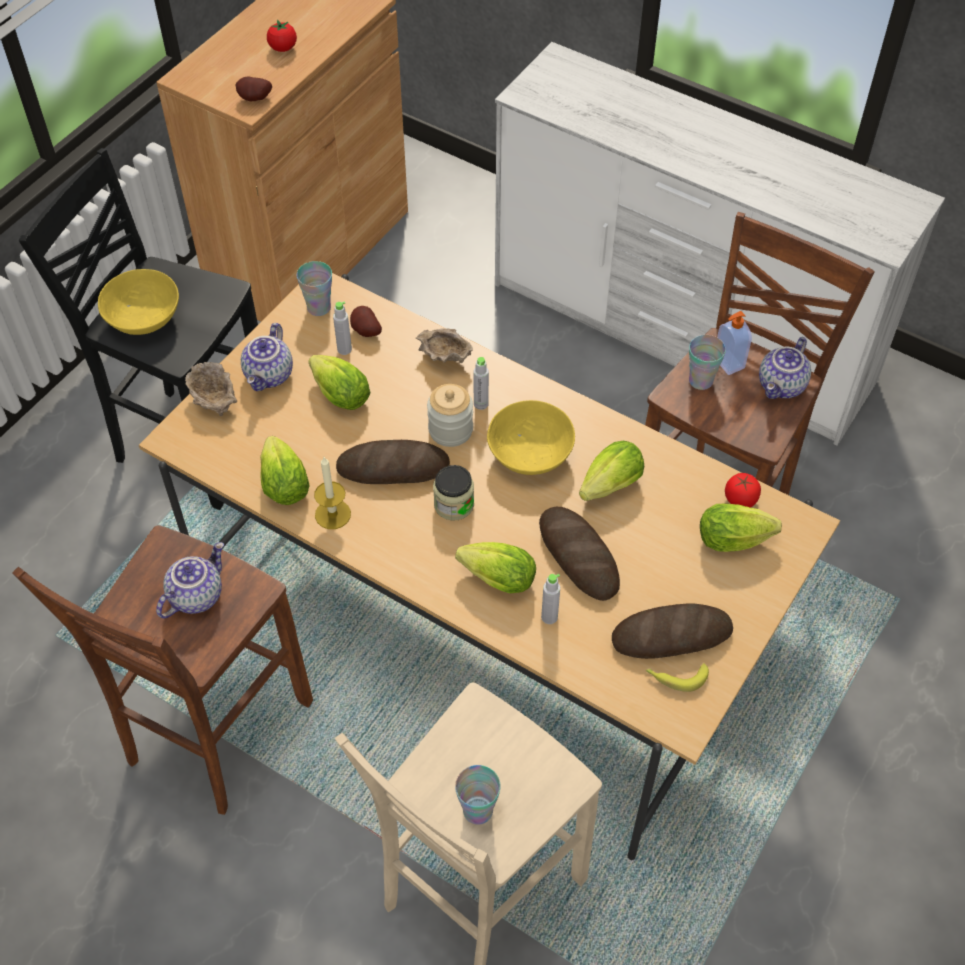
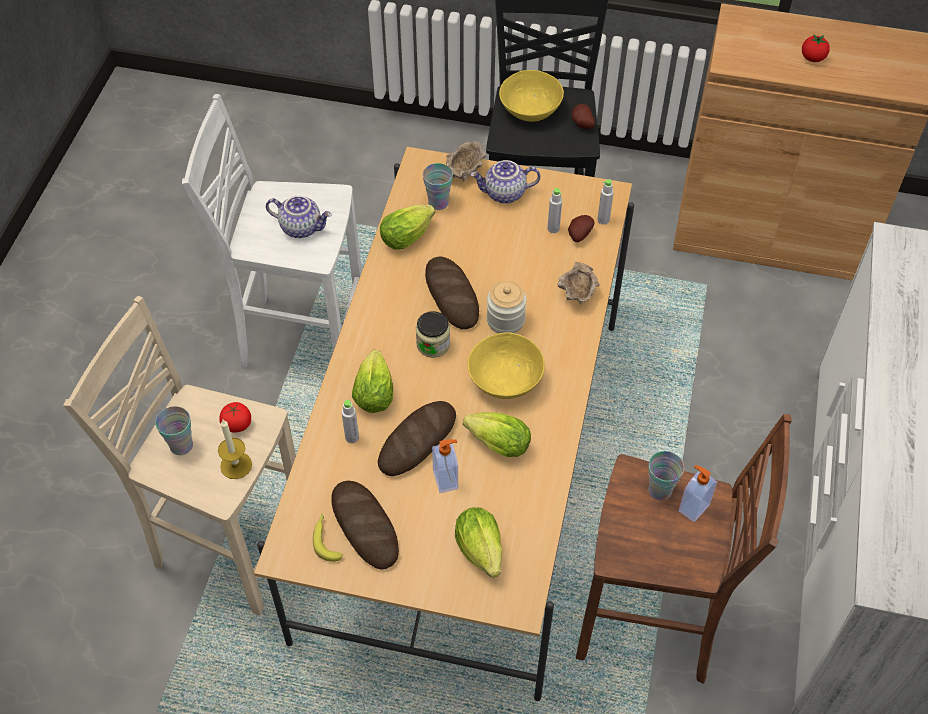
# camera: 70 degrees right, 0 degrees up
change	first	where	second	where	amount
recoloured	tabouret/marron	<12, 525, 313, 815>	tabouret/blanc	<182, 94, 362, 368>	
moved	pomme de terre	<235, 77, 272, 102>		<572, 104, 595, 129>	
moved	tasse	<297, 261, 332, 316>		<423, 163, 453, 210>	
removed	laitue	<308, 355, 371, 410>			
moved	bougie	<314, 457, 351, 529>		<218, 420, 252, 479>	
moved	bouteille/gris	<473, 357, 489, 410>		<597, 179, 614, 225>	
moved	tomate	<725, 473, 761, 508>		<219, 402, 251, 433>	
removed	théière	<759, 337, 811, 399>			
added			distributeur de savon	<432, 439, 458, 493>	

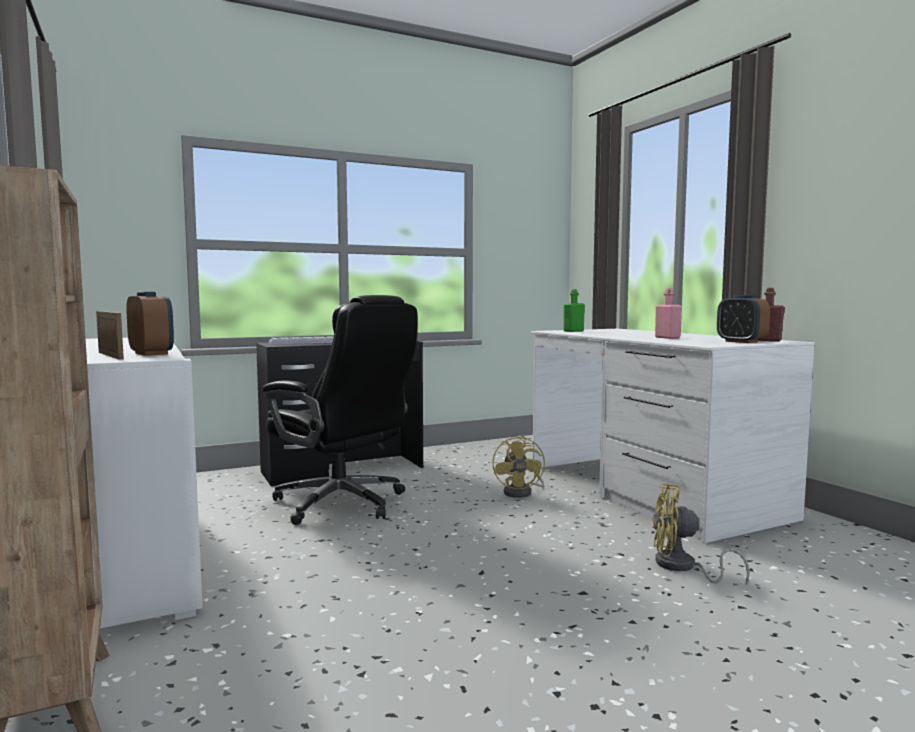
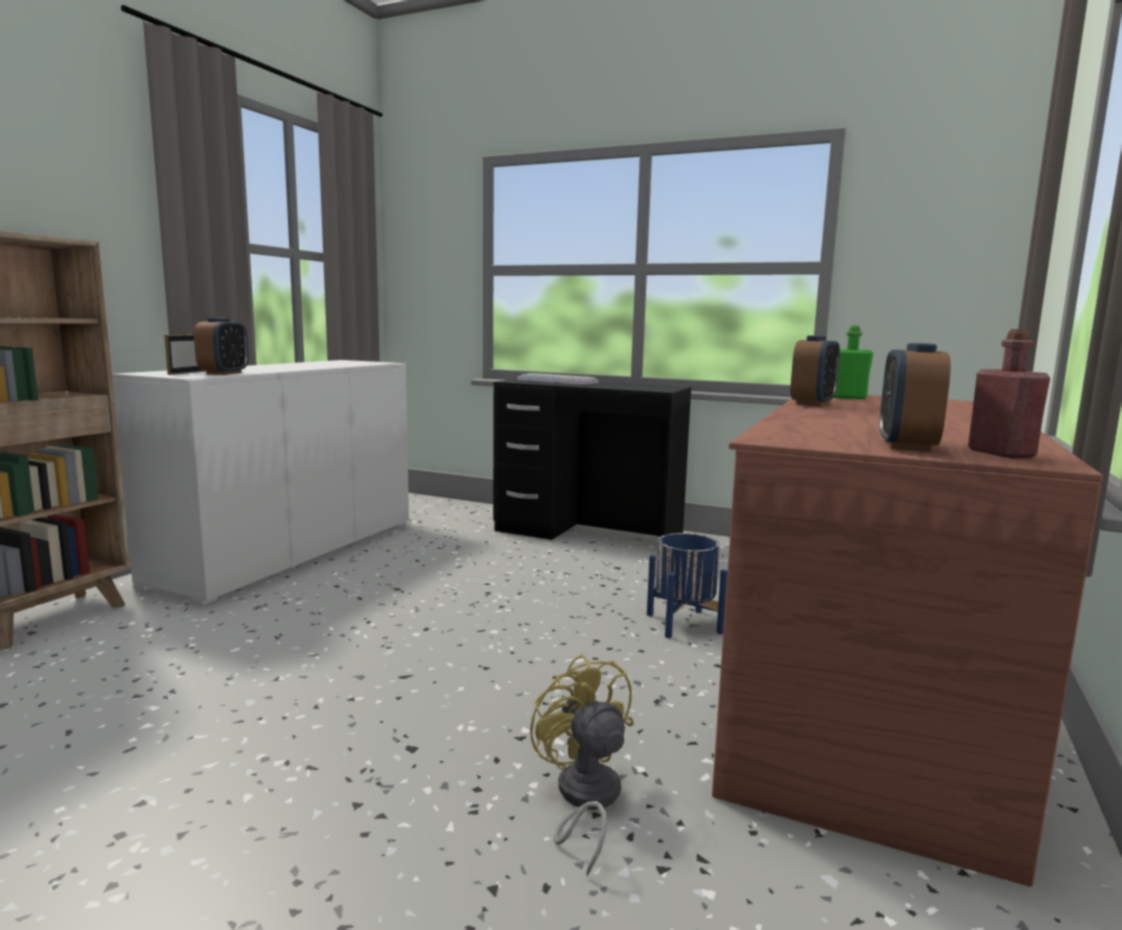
# camera: 50 degrees right, 5 degrees up
change	first	where	second	where	amount
removed	chaise de bureau/noir	<262, 295, 418, 525>			
replaced	ventilateur/jaune	<492, 435, 545, 498>	cache-pot/bleu	<647, 533, 728, 638>	
recoloured	bureau/blanc	<531, 329, 815, 544>	bureau/marron	<712, 395, 1103, 887>	
removed	bouteille/rose	<655, 288, 682, 339>			
added			réveil	<791, 335, 840, 406>	

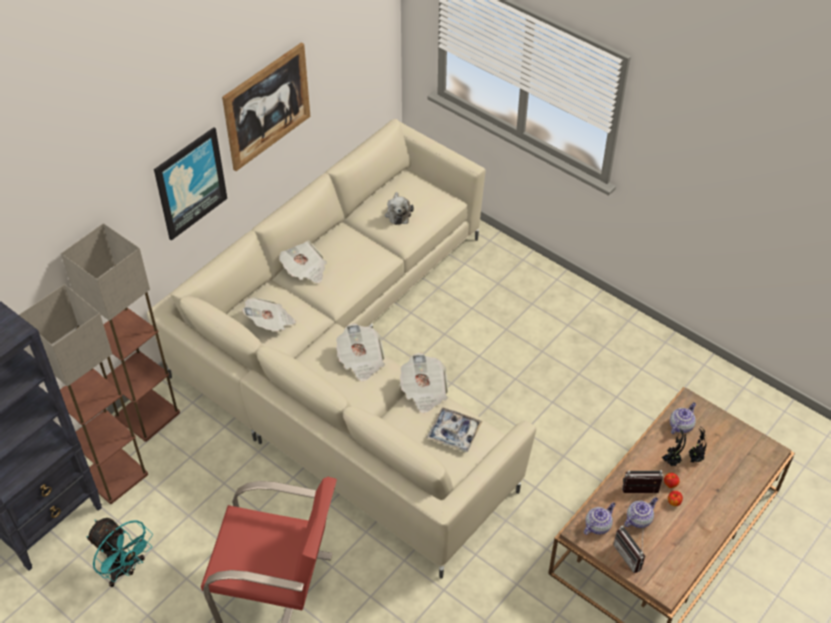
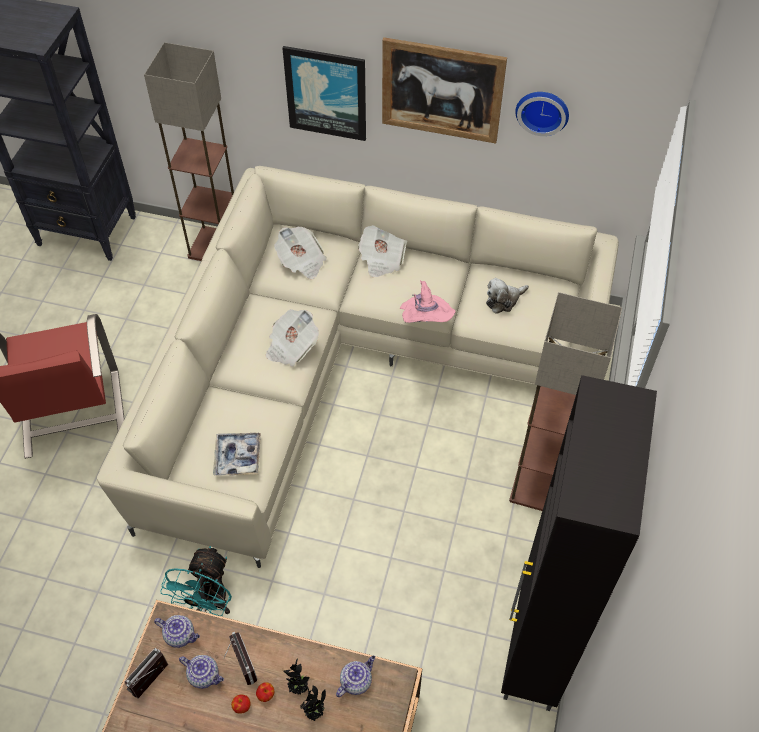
# camera: 65 degrees right, 5 degrees up
change	first	where	second	where	amount
moved	lampadaire	<19, 284, 148, 504>		<509, 292, 622, 511>	
moved	ventilateur/turquoise	<86, 518, 153, 587>		<160, 546, 232, 616>	
removed	journal	<400, 353, 448, 413>			
turned	théière	<670, 402, 696, 434>		<336, 655, 375, 697>	60 degrees counterclockwise
added			chapeau/rose	<400, 280, 456, 323>	
added			meuble de rangement/noir	<501, 375, 657, 711>	
added			horloge murale	<515, 92, 569, 136>	

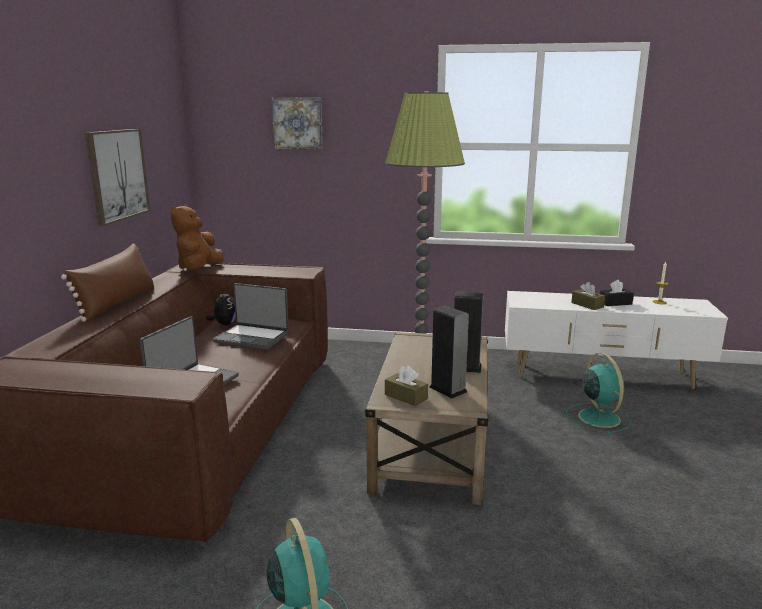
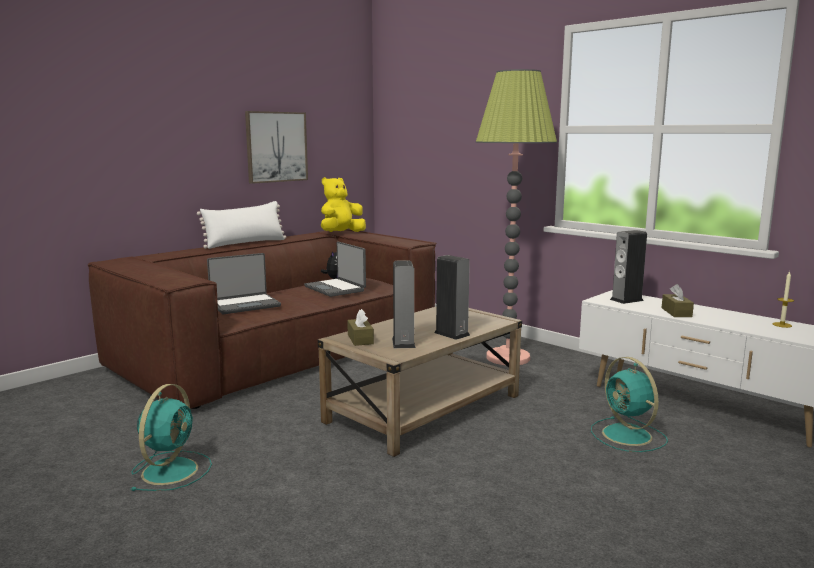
# camera: 35 degrees right, 5 degrees down
change	first	where	second	where	amount
recoloured	coussin/marron	<61, 243, 154, 322>	coussin/blanc	<197, 201, 286, 249>	
recoloured	peluche/marron	<171, 205, 224, 270>	peluche/jaune	<321, 177, 366, 232>	
removed	tableau	<271, 97, 323, 149>			
turned	ventilateur/turquoise	<566, 353, 631, 434>		<591, 357, 668, 452>	135 degrees clockwise
removed	boîte à mouchoirs/noir	<600, 280, 634, 306>			
added			enceinte	<610, 230, 647, 304>	

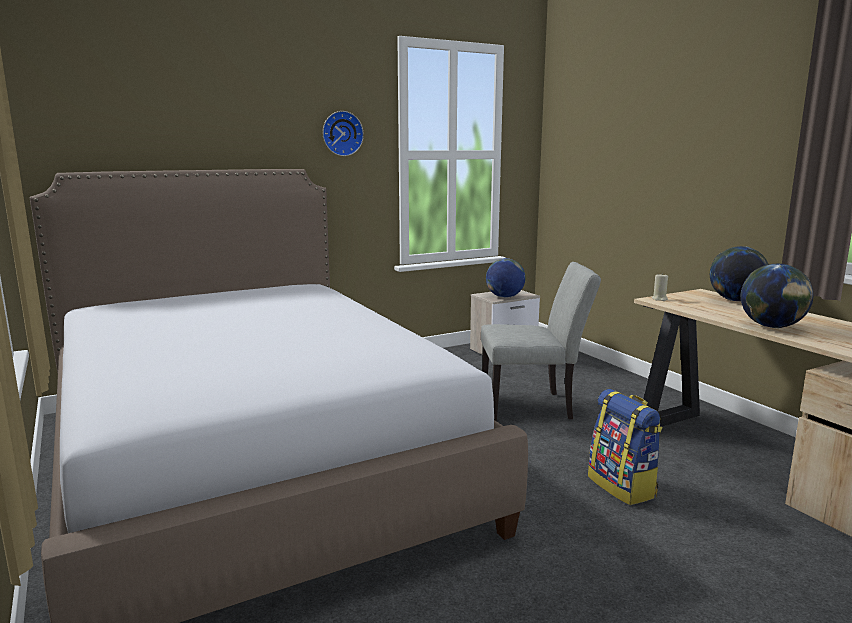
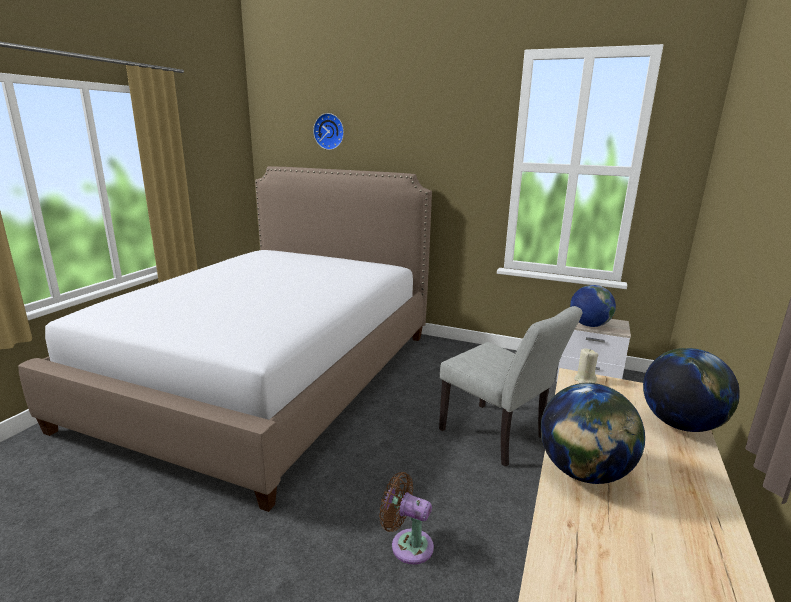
# camera: 50 degrees right, 5 degrees up
change	first	where	second	where	amount
moved	horloge murale	<323, 111, 364, 156>		<313, 113, 344, 150>	
replaced	sac à dos	<588, 389, 662, 505>	ventilateur/marron	<379, 472, 434, 565>	

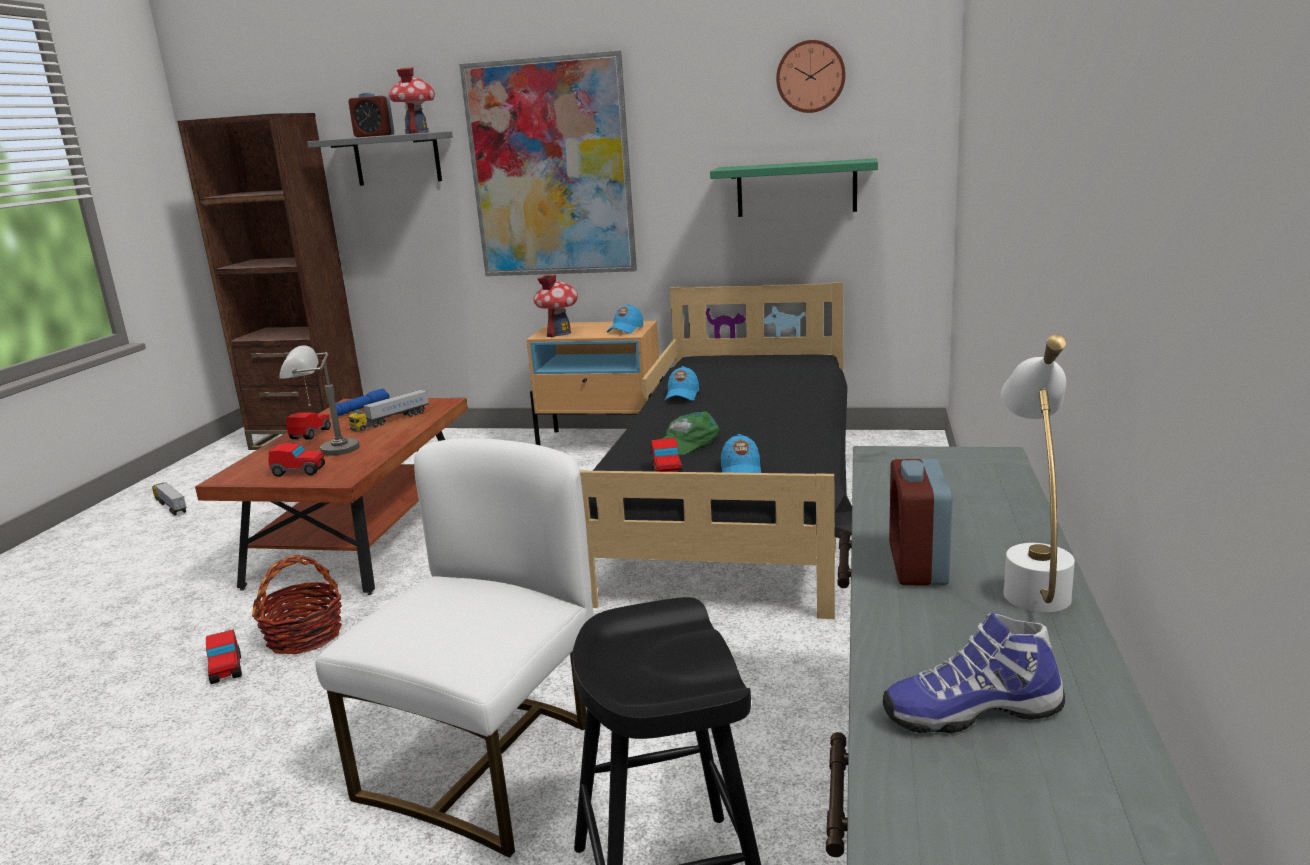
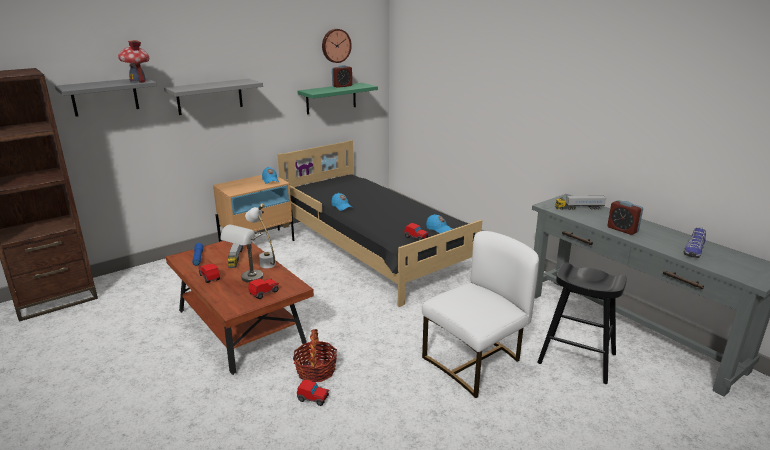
# camera: 50 degrees left, 5 degrees up
change	first	where	second	where	amount
moved	camion jouet	<152, 482, 187, 516>		<555, 196, 606, 210>	
turned	chaise/blanc	<315, 438, 593, 858>		<422, 231, 539, 398>	75 degrees clockwise
moved	réveil	<348, 92, 394, 137>		<332, 65, 352, 88>	
replaced	tableau	<459, 50, 637, 276>	étagère/gris	<164, 79, 263, 115>	
removed	maison miniature	<534, 274, 578, 337>			
removed	casquette/vert	<651, 411, 719, 456>			
moved	lampe de table/blanc	<1001, 334, 1075, 613>		<245, 204, 276, 268>	

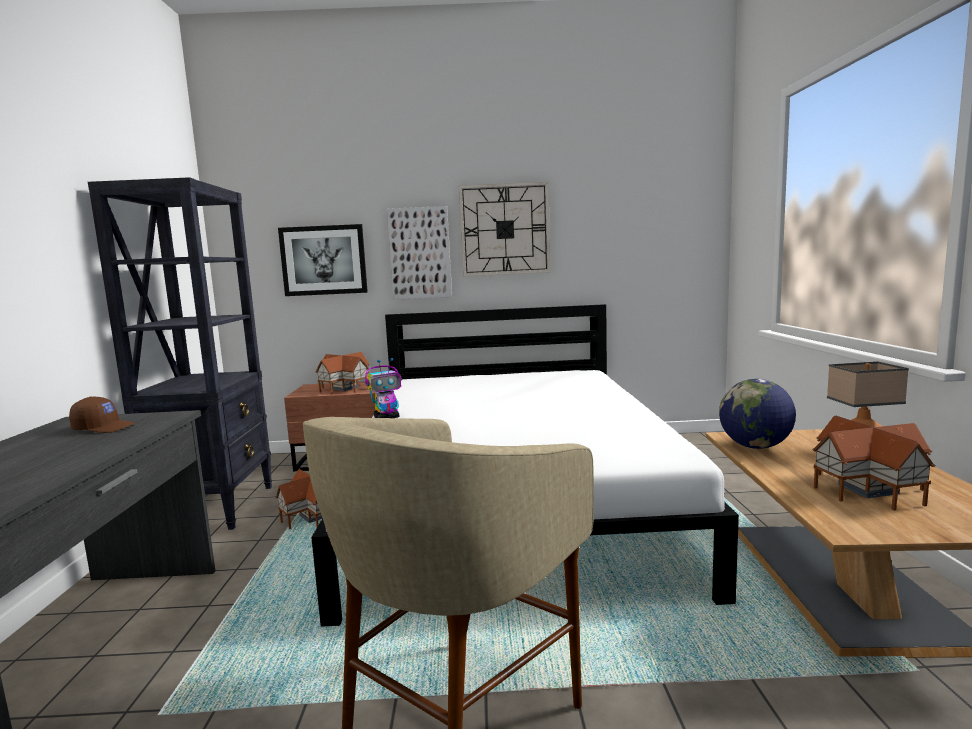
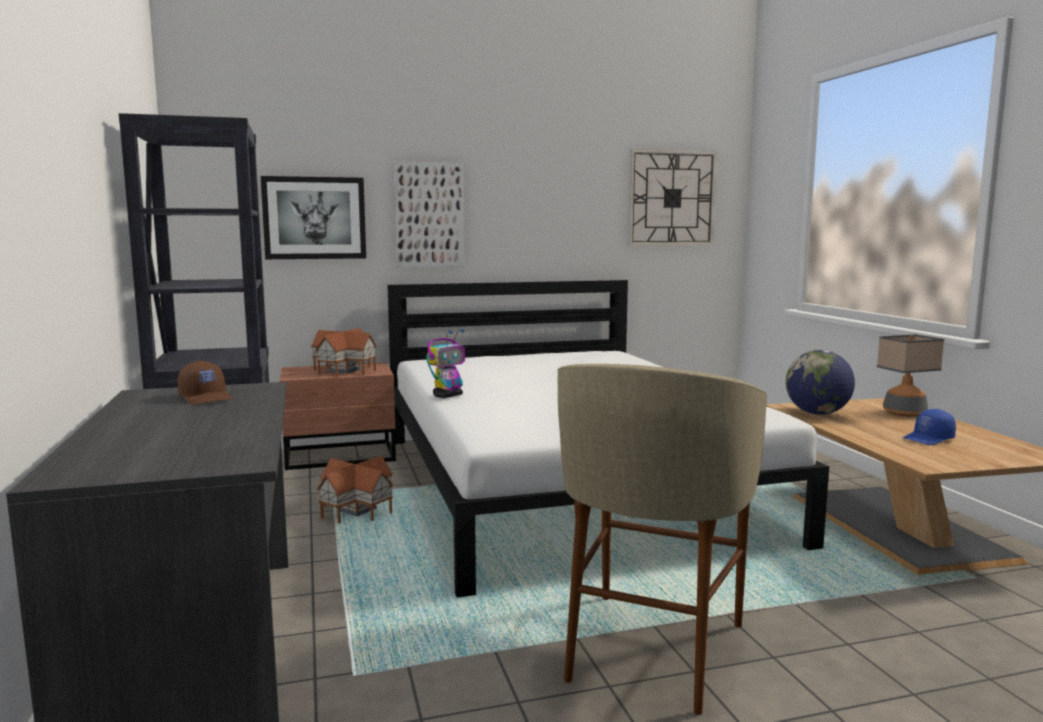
# camera: 15 degrees left, 0 degrees up
change	first	where	second	where	amount
turned	casquette/marron	<69, 397, 135, 433>		<178, 361, 232, 405>	60 degrees clockwise
moved	horloge murale	<459, 182, 551, 276>		<628, 149, 717, 246>	
replaced	maison miniature	<812, 415, 936, 511>	casquette/bleu	<903, 409, 956, 445>	

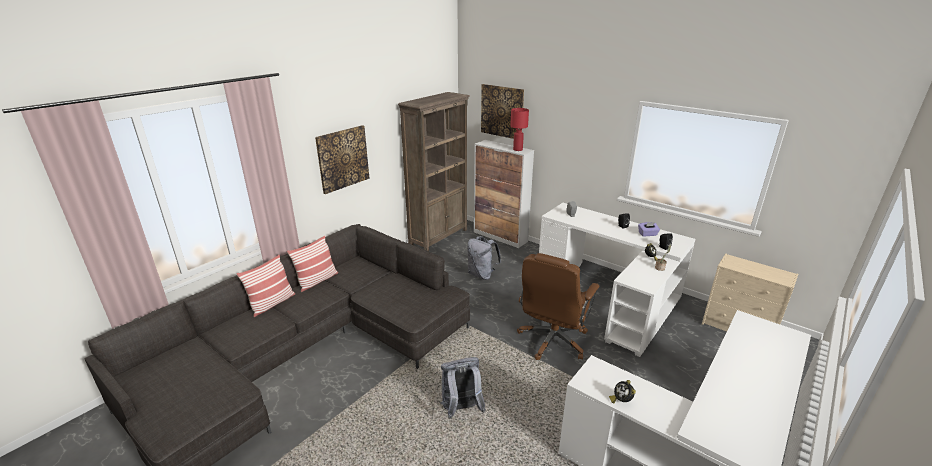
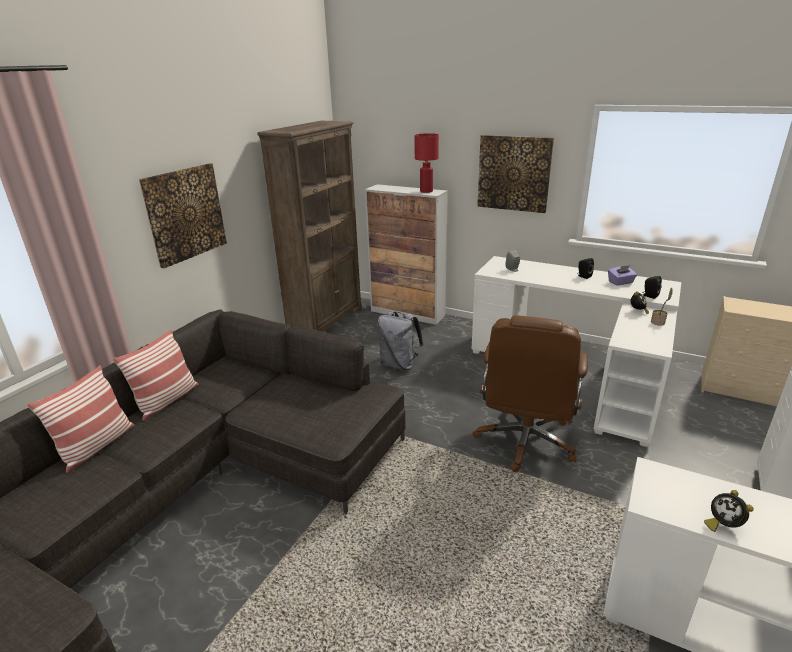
# camera: 10 degrees left, 0 degrees up
change	first	where	second	where	amount
removed	sac à dos/gris	<440, 357, 486, 419>			
moved	tableau	<481, 84, 524, 139>		<477, 135, 554, 213>	

